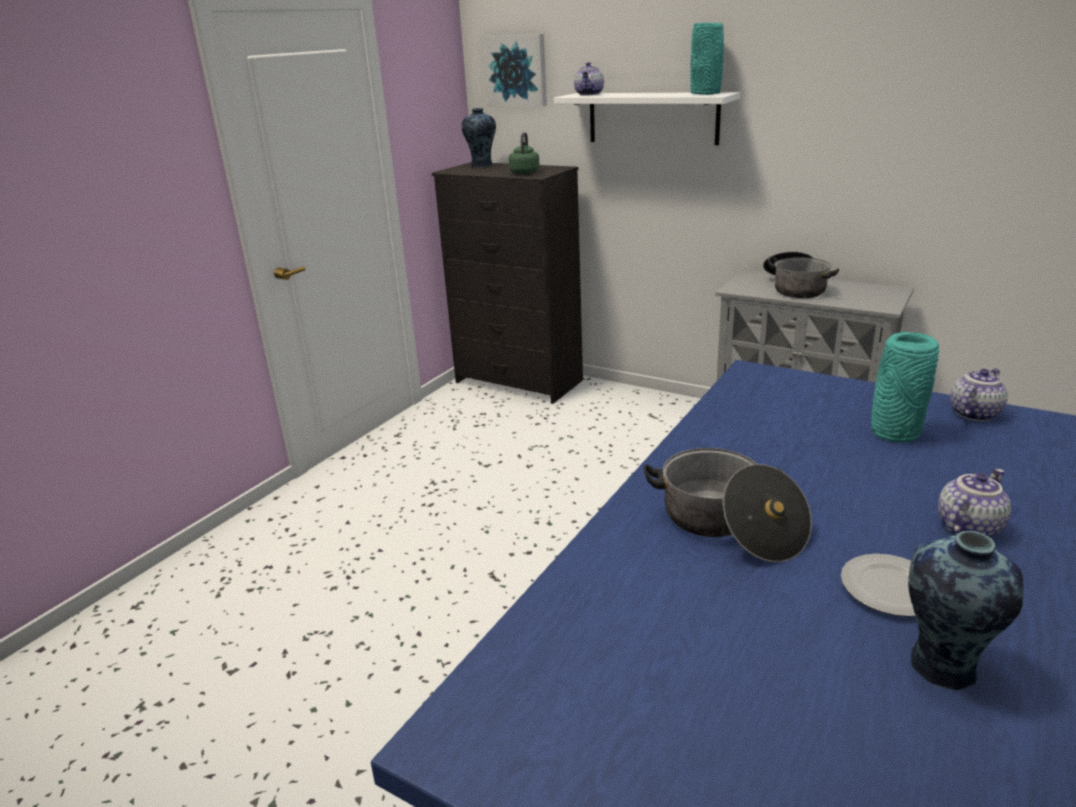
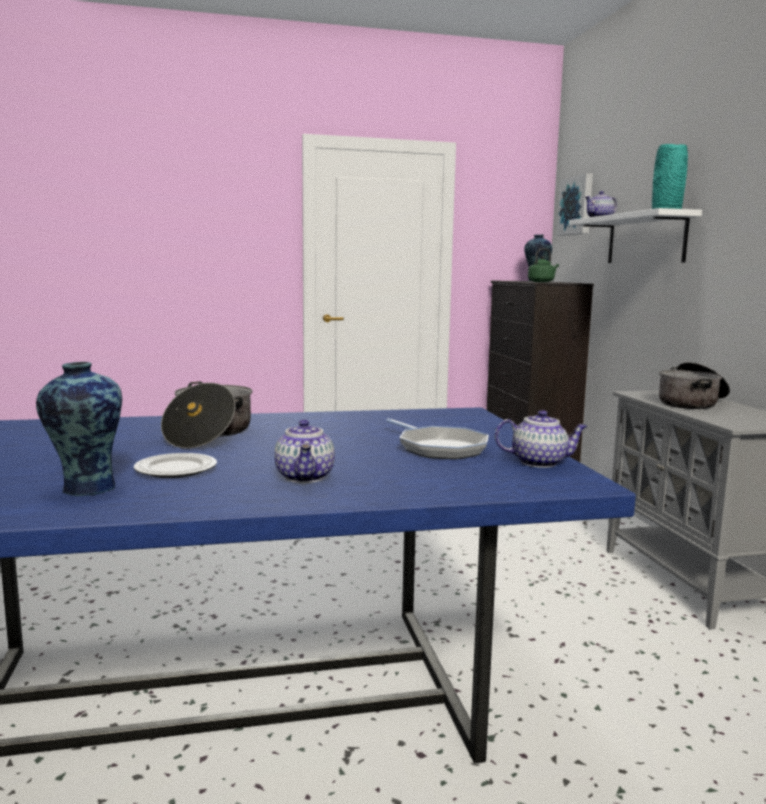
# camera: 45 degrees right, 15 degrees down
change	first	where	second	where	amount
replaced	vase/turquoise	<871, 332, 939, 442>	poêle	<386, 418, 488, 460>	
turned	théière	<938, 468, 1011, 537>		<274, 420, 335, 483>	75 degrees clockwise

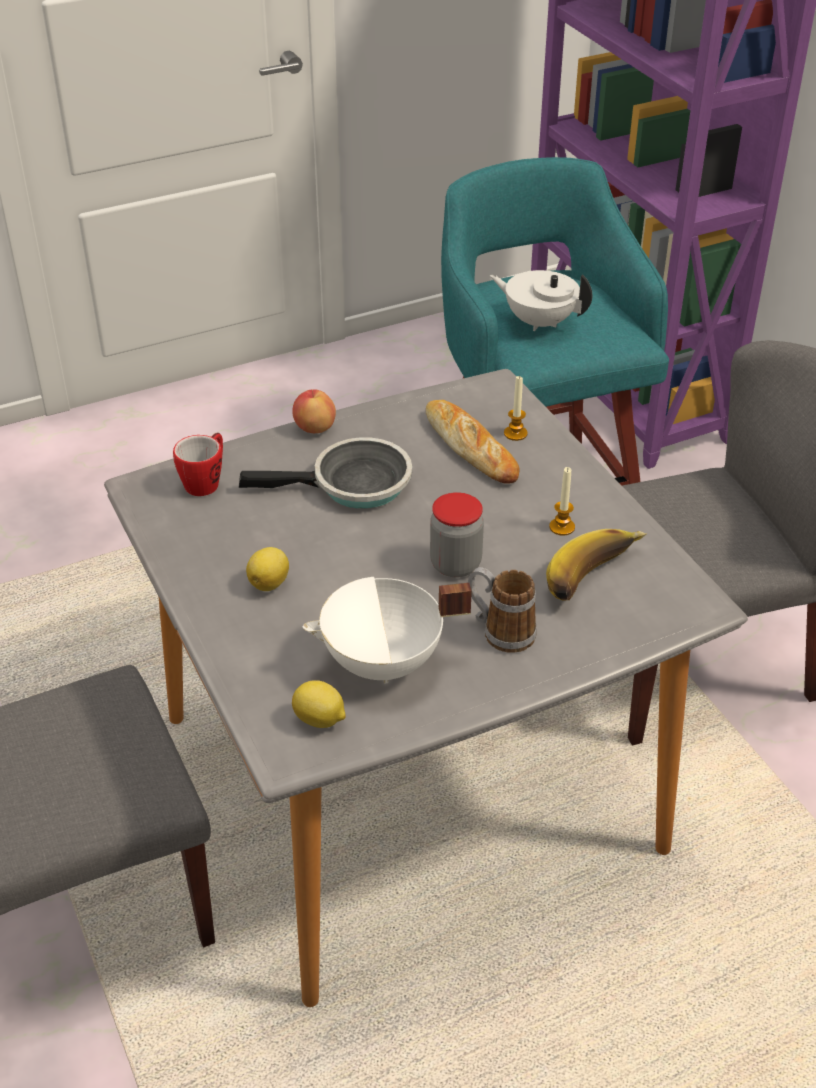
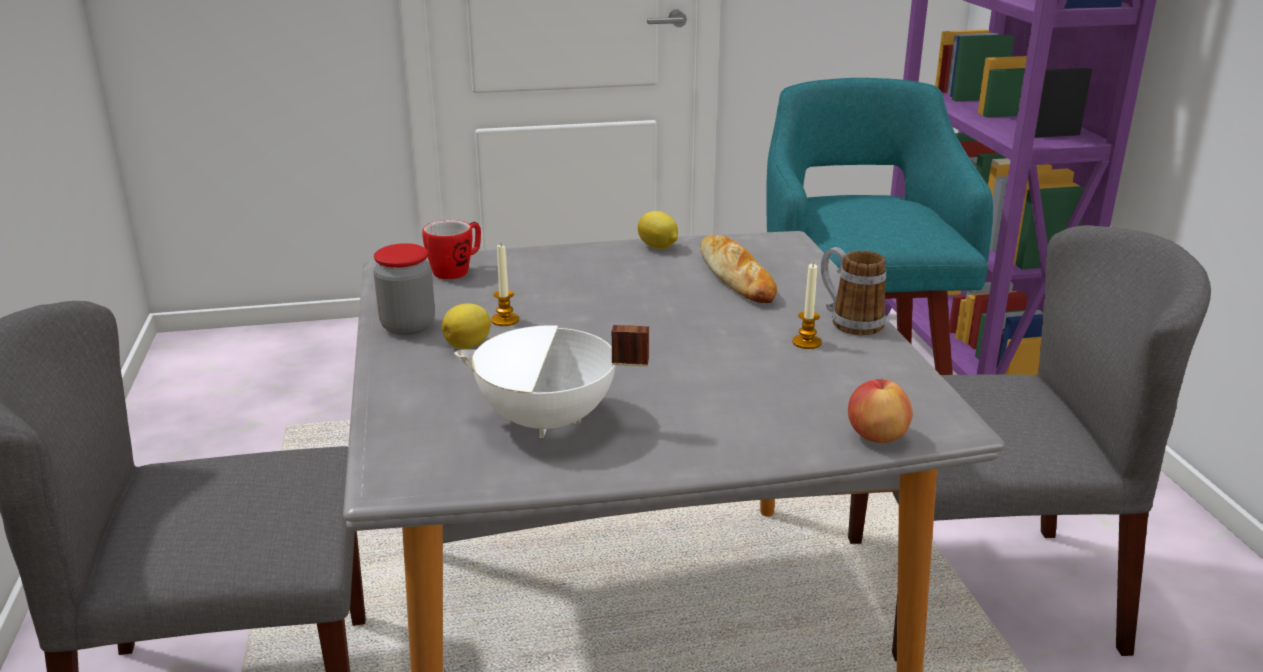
# camera: 15 degrees right, 15 degrees down
change	first	where	second	where	amount
removed	poêle	<239, 437, 412, 509>			
moved	pomme	<292, 389, 336, 433>		<848, 378, 913, 443>	
moved	citron	<292, 680, 346, 728>		<638, 211, 678, 249>	
moved	bocal	<430, 492, 484, 578>		<374, 243, 435, 335>	
moved	mug	<468, 567, 537, 653>		<821, 247, 886, 335>	
removed	théière/blanc	<490, 270, 592, 331>			
moved	bougie	<504, 375, 528, 441>		<491, 245, 519, 326>	
removed	banane	<546, 529, 646, 601>			

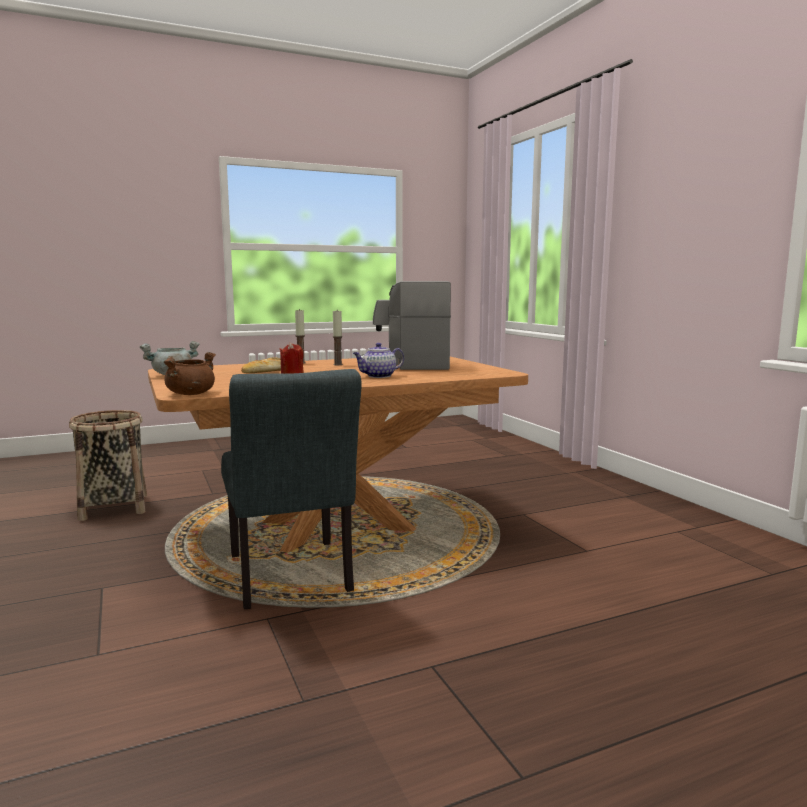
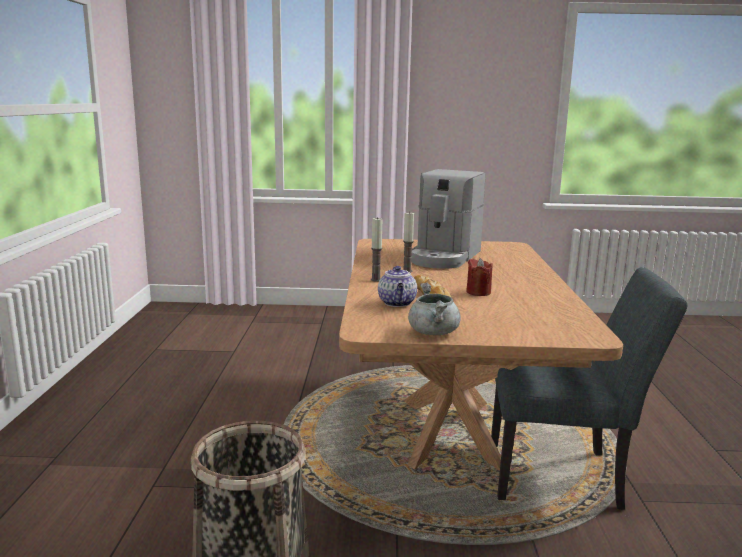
# camera: 65 degrees left, 5 degrees up
change	first	where	second	where	amount
removed	marmite/marron	<164, 352, 216, 395>			
moved	théière	<353, 343, 404, 378>		<378, 266, 417, 307>	

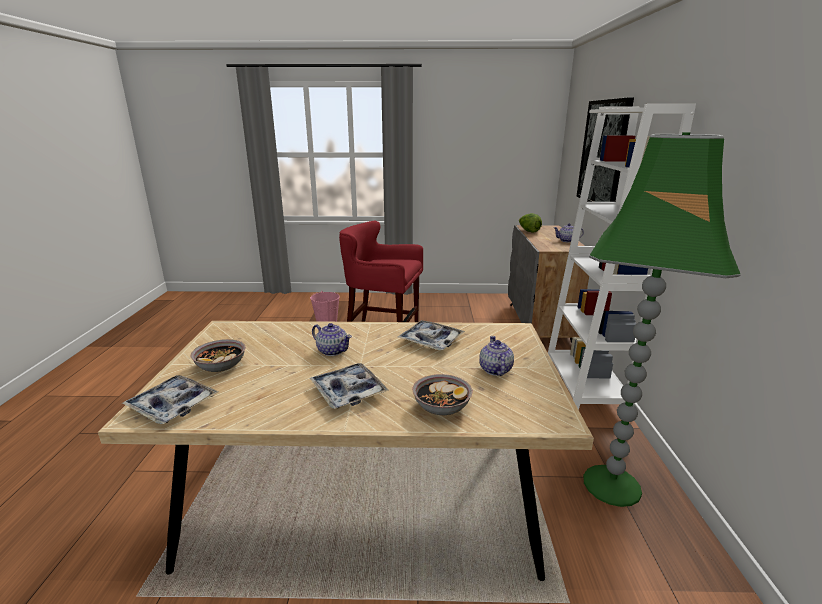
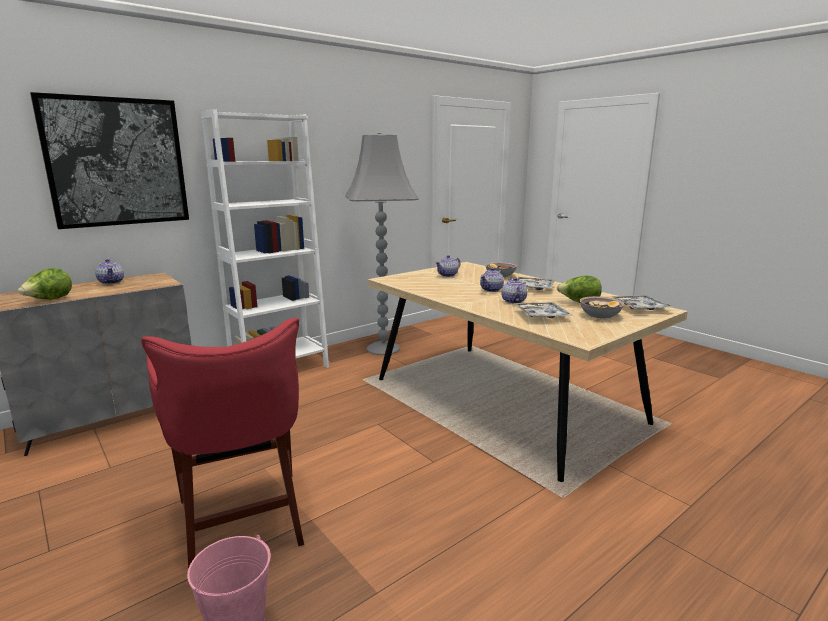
# camera: 130 degrees left, 5 degrees down
change	first	where	second	where	amount
moved	plateau	<398, 320, 465, 350>		<514, 302, 573, 318>	
recoloured	lampadaire/vert	<583, 132, 741, 507>	lampadaire/gris	<345, 133, 419, 355>	
added			théière	<480, 268, 504, 292>	
added			laitue	<557, 275, 602, 303>	

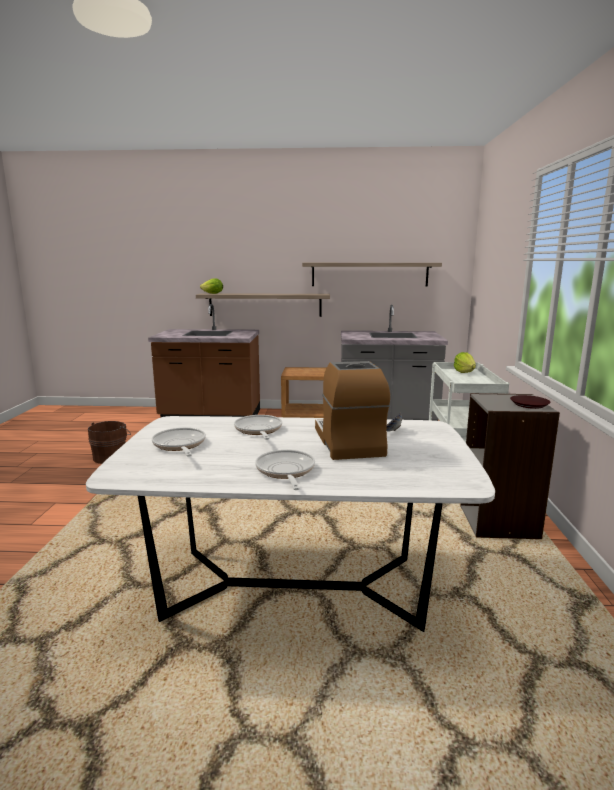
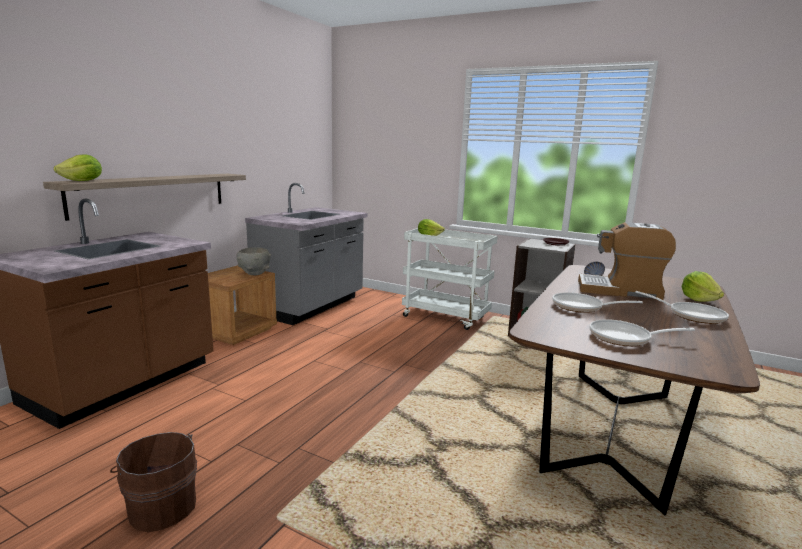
# camera: 65 degrees left, 0 degrees up
change	first	where	second	where	amount
recoloured	table à manger/blanc	<86, 416, 495, 632>	table à manger/marron	<509, 265, 760, 515>	
turned	poêle	<255, 450, 315, 490>		<635, 291, 729, 324>	150 degrees counterclockwise
removed	étagère	<302, 263, 442, 287>			
added			bol/gris	<236, 247, 271, 275>	
added			laitue	<681, 271, 724, 302>	

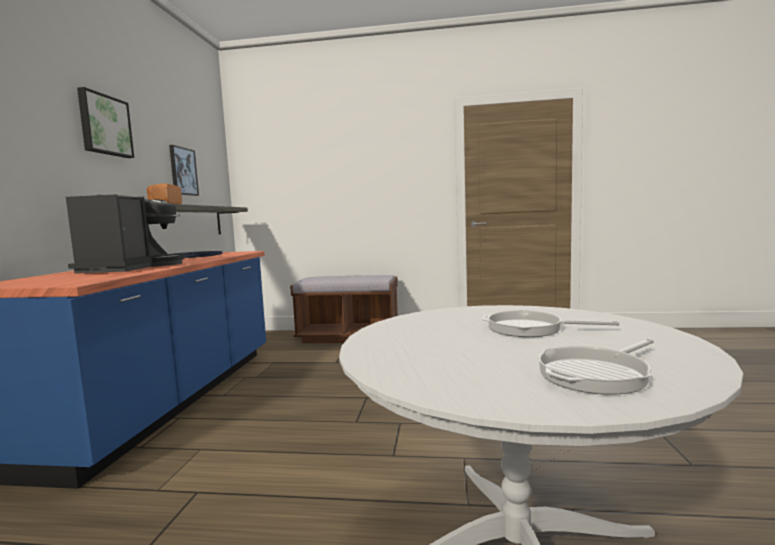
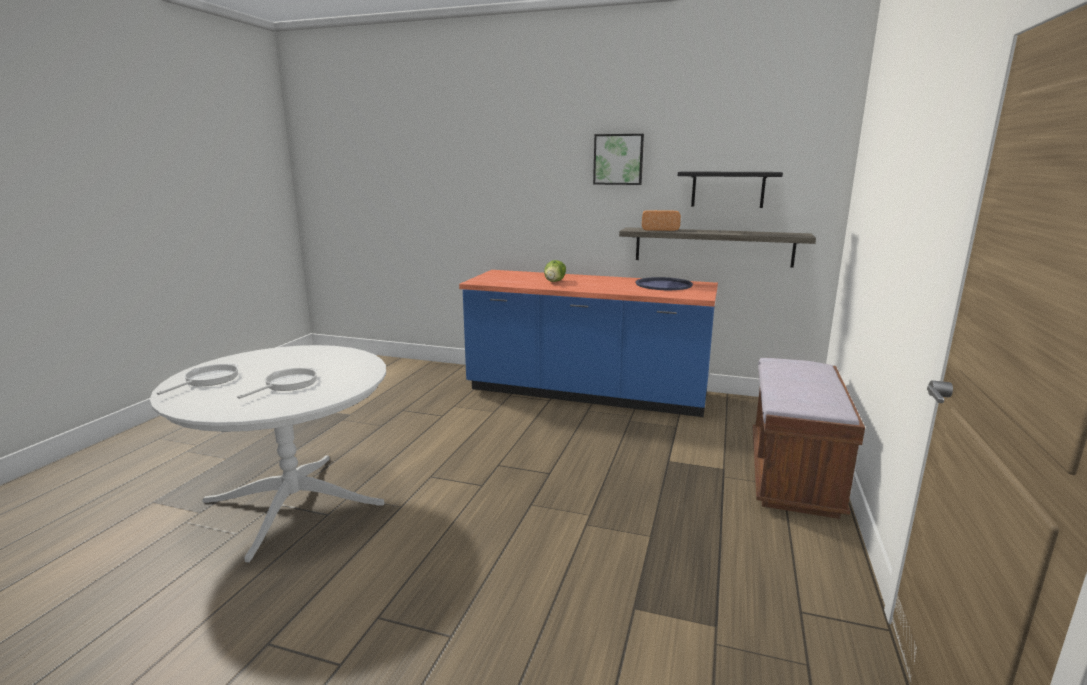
# camera: 100 degrees right, 10 degrees up
change	first	where	second	where	amount
replaced	machine à café	<66, 194, 185, 273>	laitue	<544, 260, 566, 282>	
replaced	tableau	<169, 145, 199, 196>	étagère/noir	<678, 171, 783, 208>	
turned	poêle	<538, 339, 654, 394>		<157, 363, 238, 395>	45 degrees clockwise

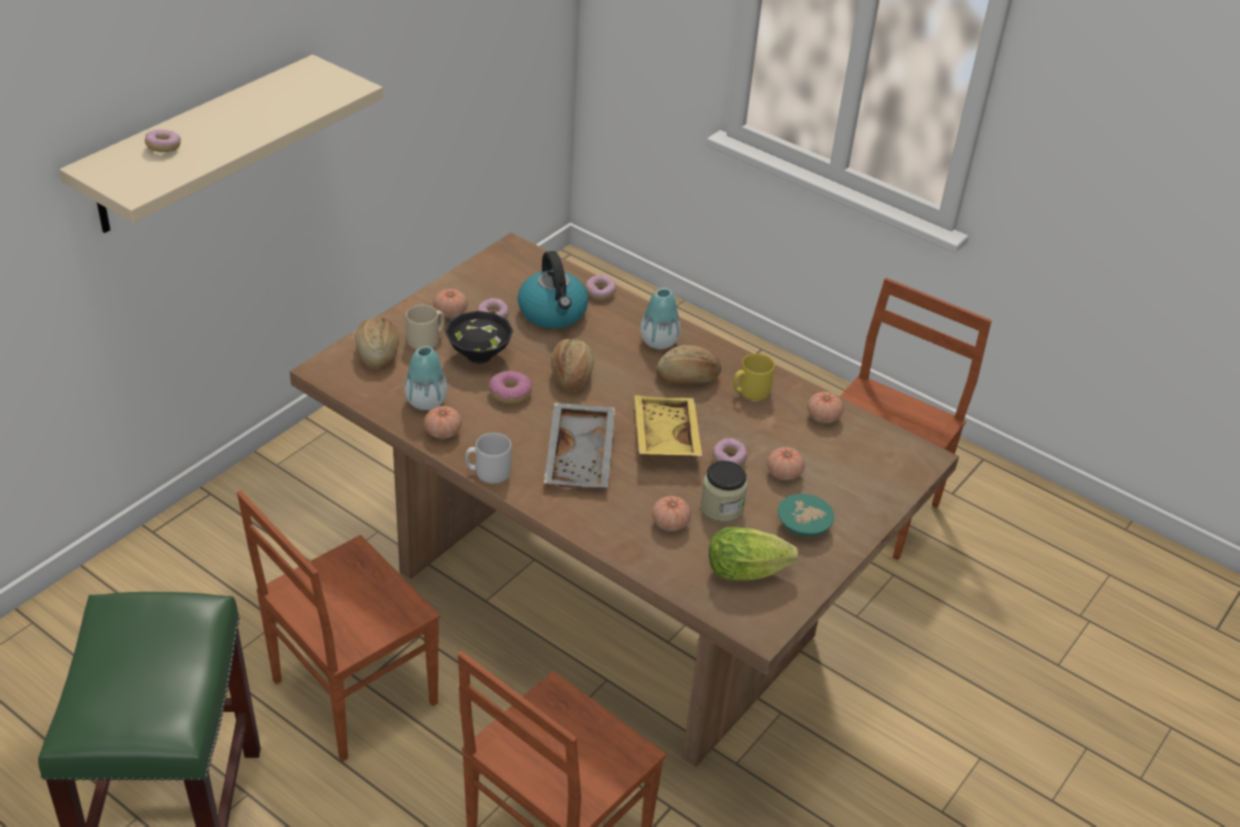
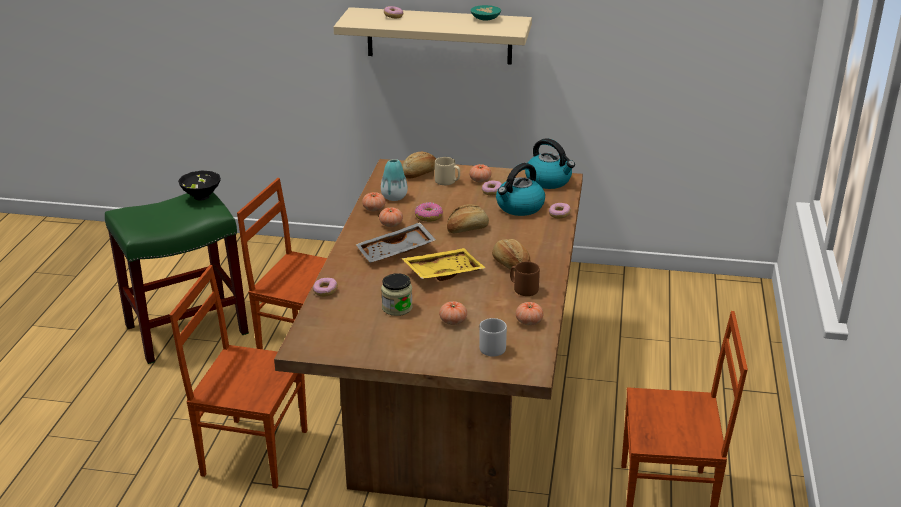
# camera: 65 degrees right, 10 degrees down
change	first	where	second	where	amount
moved	bol/noir	<445, 311, 513, 364>		<178, 170, 221, 201>	
moved	mug/gris	<465, 433, 511, 484>		<479, 318, 507, 356>	
removed	vase	<640, 288, 680, 349>			
moved	tomate	<652, 496, 691, 531>		<379, 207, 403, 227>	
removed	laitue	<709, 527, 799, 581>			
moved	beignet	<712, 438, 747, 466>		<313, 278, 338, 297>	
recoloured	mug/jaune	<733, 353, 775, 400>	mug/marron	<510, 261, 540, 296>	
moved	bol/turquoise	<778, 494, 834, 537>		<471, 5, 501, 21>	
added			bouilloire	<525, 138, 575, 189>	

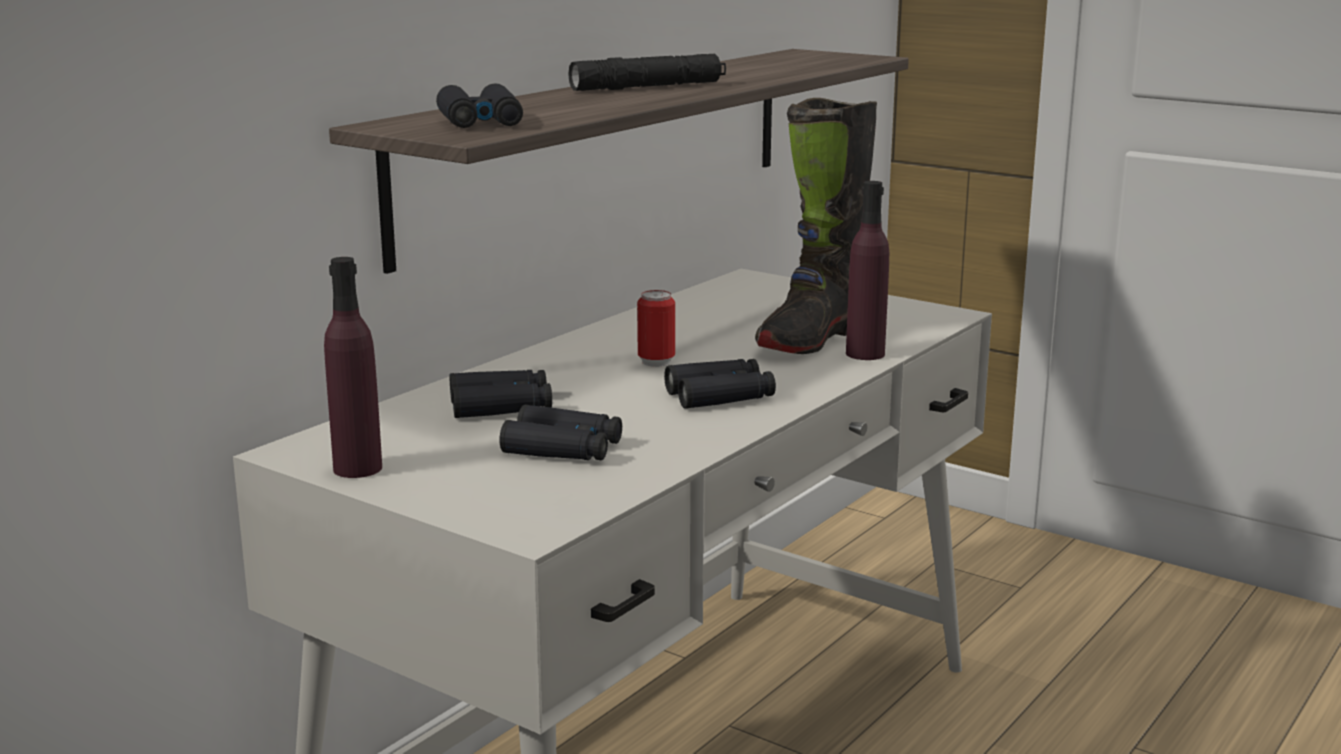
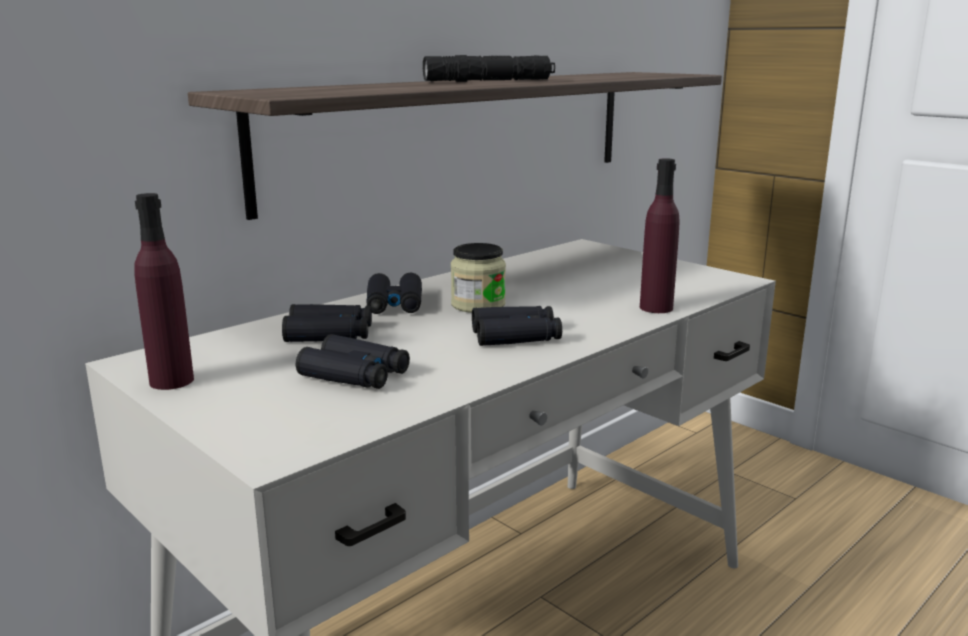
# camera: 10 degrees right, 0 degrees up
change	first	where	second	where	amount
moved	jumelles/noir	<436, 83, 523, 128>		<366, 273, 422, 314>	
replaced	boîte métallique	<637, 290, 675, 367>	bocal	<451, 243, 506, 313>	
removed	botte/noir	<755, 98, 877, 354>			

